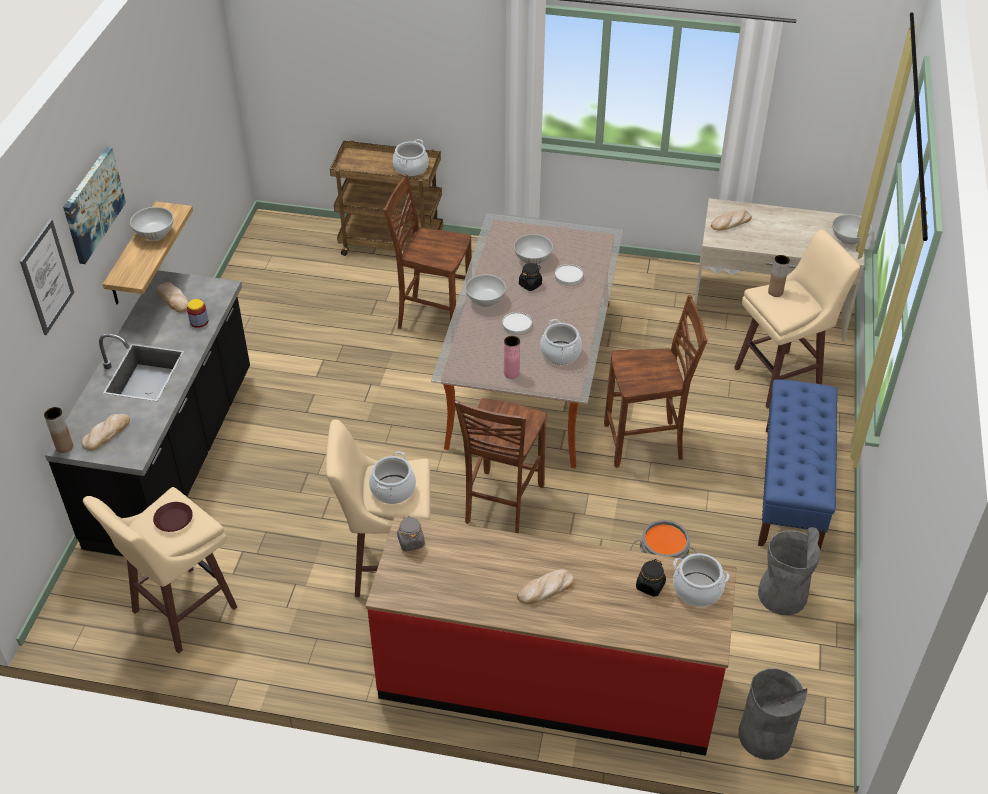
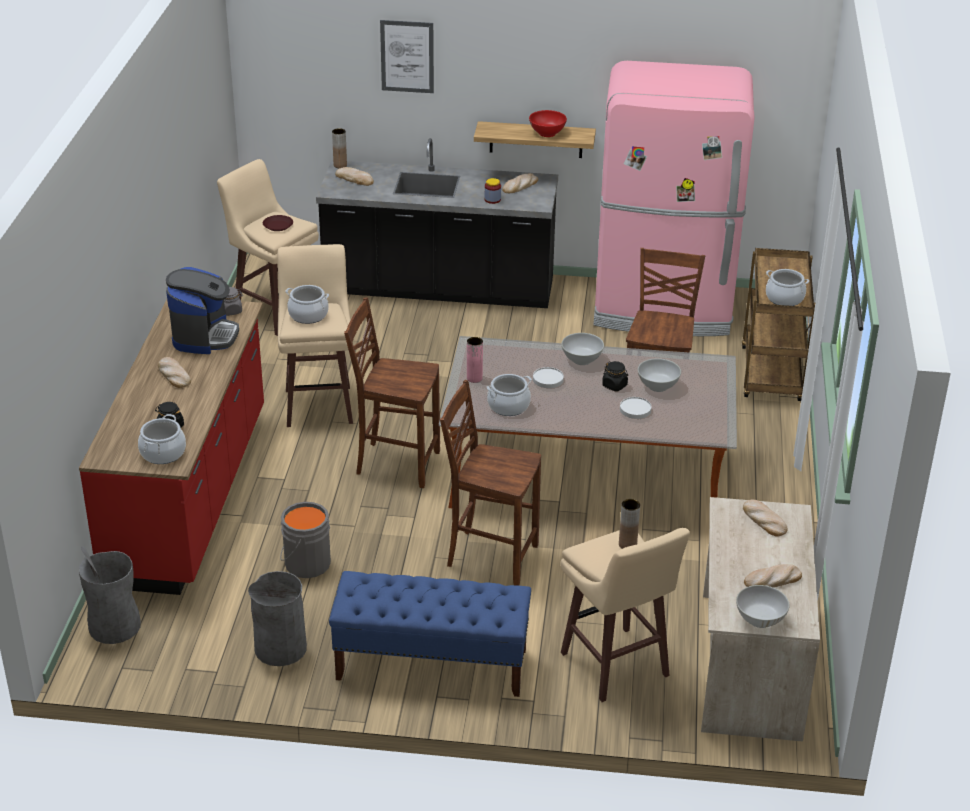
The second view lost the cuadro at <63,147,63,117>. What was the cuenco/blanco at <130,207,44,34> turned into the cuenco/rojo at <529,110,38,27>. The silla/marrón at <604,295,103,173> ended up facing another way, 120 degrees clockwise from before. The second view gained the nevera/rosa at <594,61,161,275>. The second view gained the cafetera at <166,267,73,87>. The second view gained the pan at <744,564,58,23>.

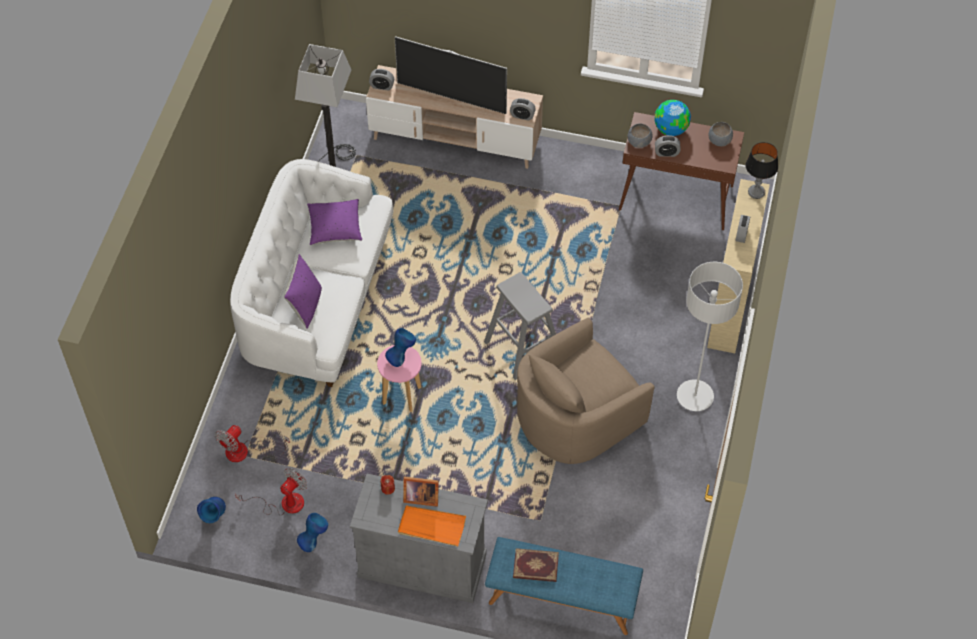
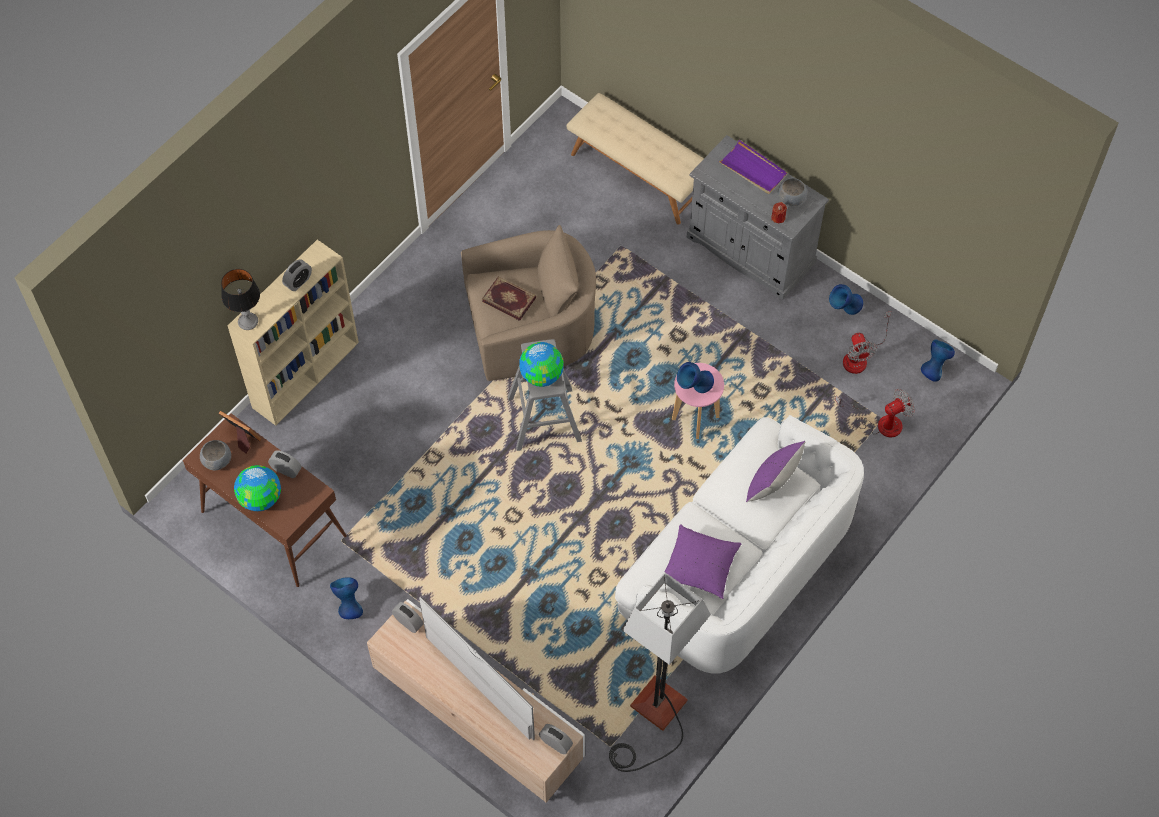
The cuenco/gris ended up elsewhere, having gone from <628,123,24,25> to <778,178,29,28>. The second view lost the lámpara de pie/gris at <677,262,66,149>. The ventilador at <235,468,72,48> ended up facing another way, 75 degrees counterclockwise from before. The portarretratos ended up elsewhere, having gone from <403,476,36,31> to <219,411,42,43>. What was the bandeja/naranja at <398,505,68,42> turned into the bandeja/morado at <719,139,68,55>. What was the banco/azul at <485,537,158,98> turned into the banco/beis at <567,93,137,132>. The libro ended up elsewhere, having gone from <513,548,46,34> to <482,277,54,44>. The second view gained the globo terráqueo at <519,342,45,45>. The second view gained the florero/azul at <330,577,33,42>.

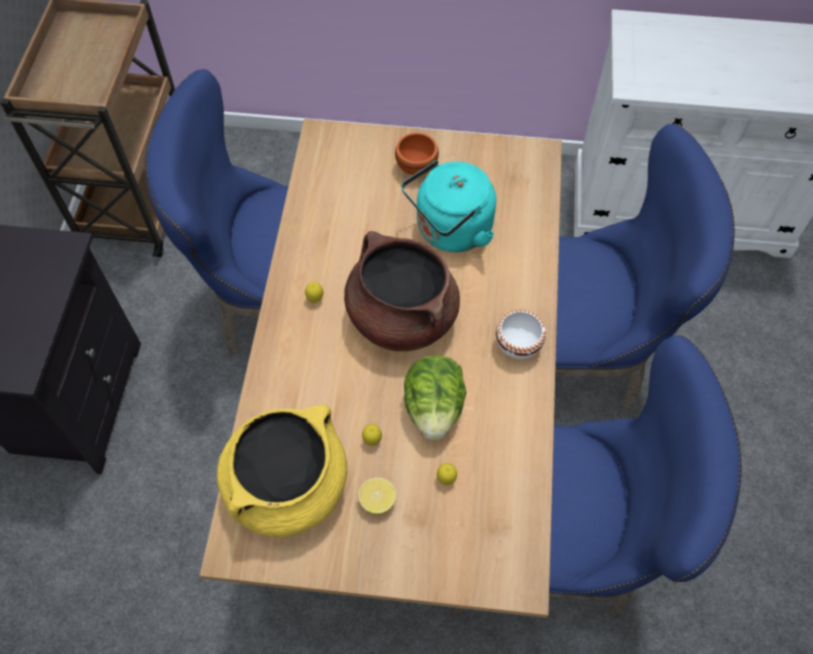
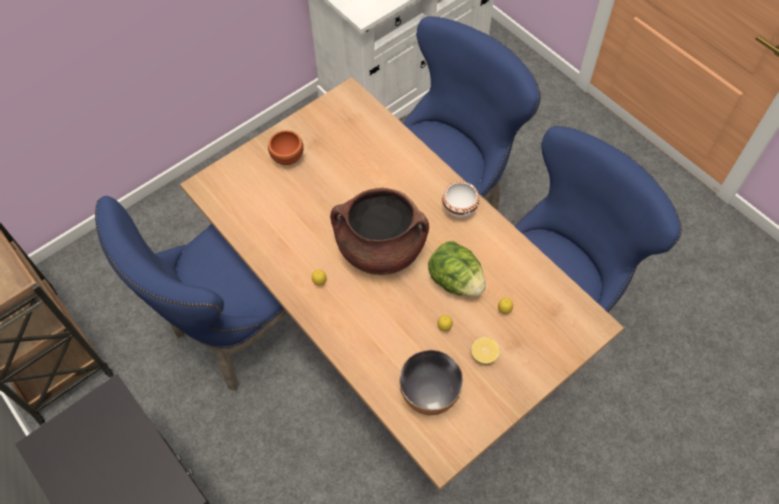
The second view lost the hervidor/turquesa at <401,160,95,92>. Where the olla/amarillo stood at <217,404,130,133>, the cuenco came to stand at <399,350,64,65>.

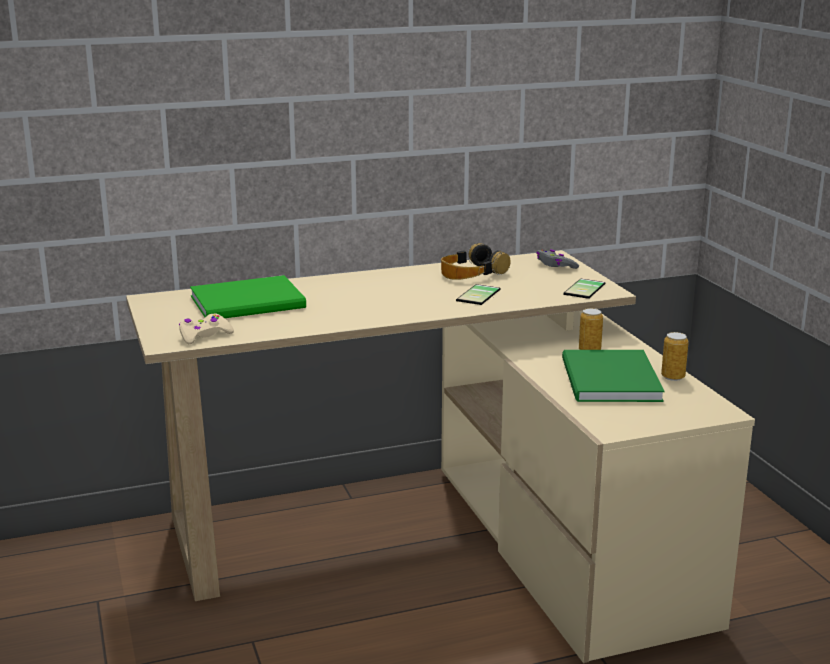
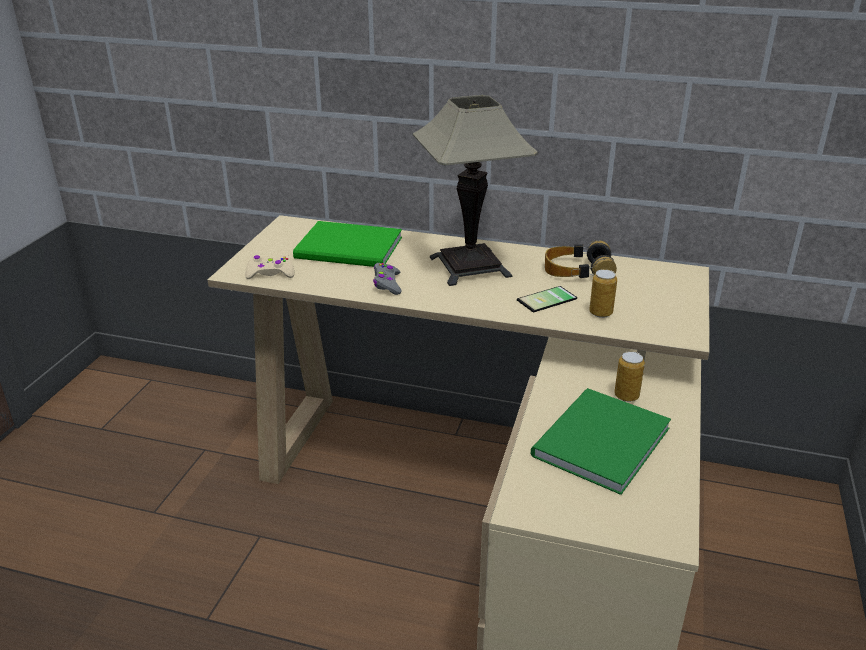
The mando de consola/gris ended up elsewhere, having gone from <536,250,43,19> to <373,263,28,32>. The second view lost the móvil at <563,278,42,21>. The lata ended up elsewhere, having gone from <661,332,28,49> to <589,269,28,49>. The second view gained the lámpara de mesa at <412,95,126,191>.

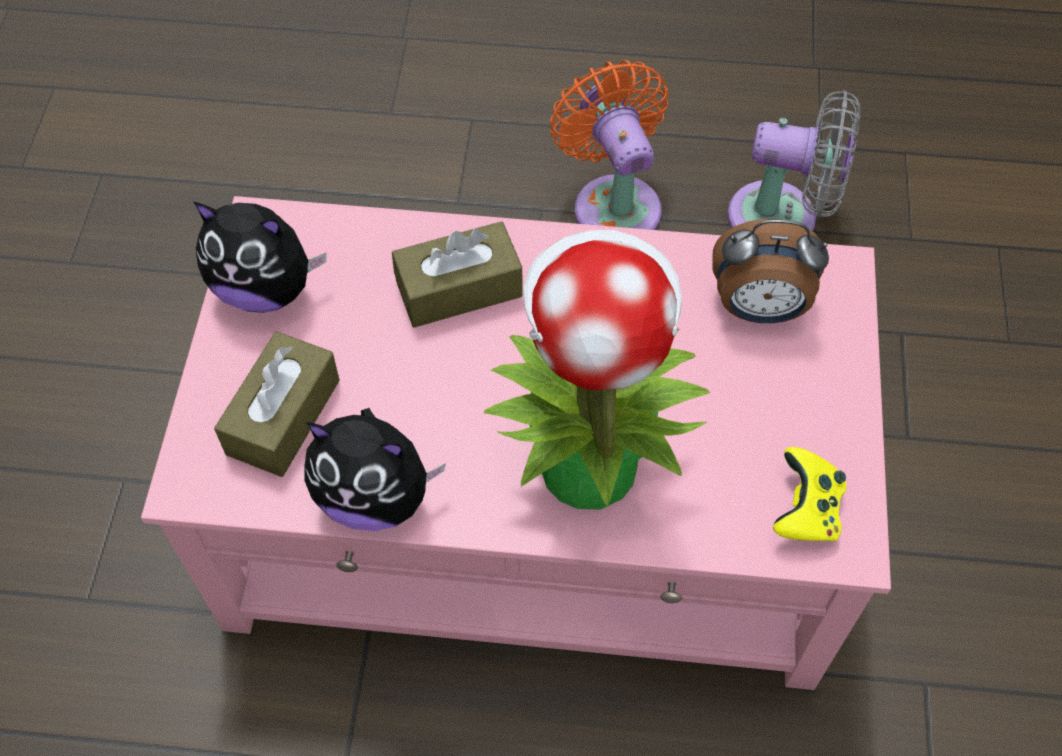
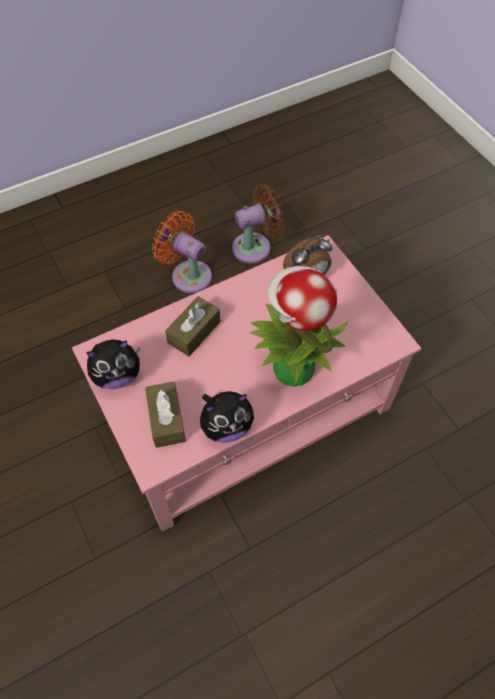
What was the ventilador/gris at <728,90,132,141> turned into the ventilador/marrón at <232,184,52,80>. The second view lost the mando de consola/amarillo at <773,447,73,94>.

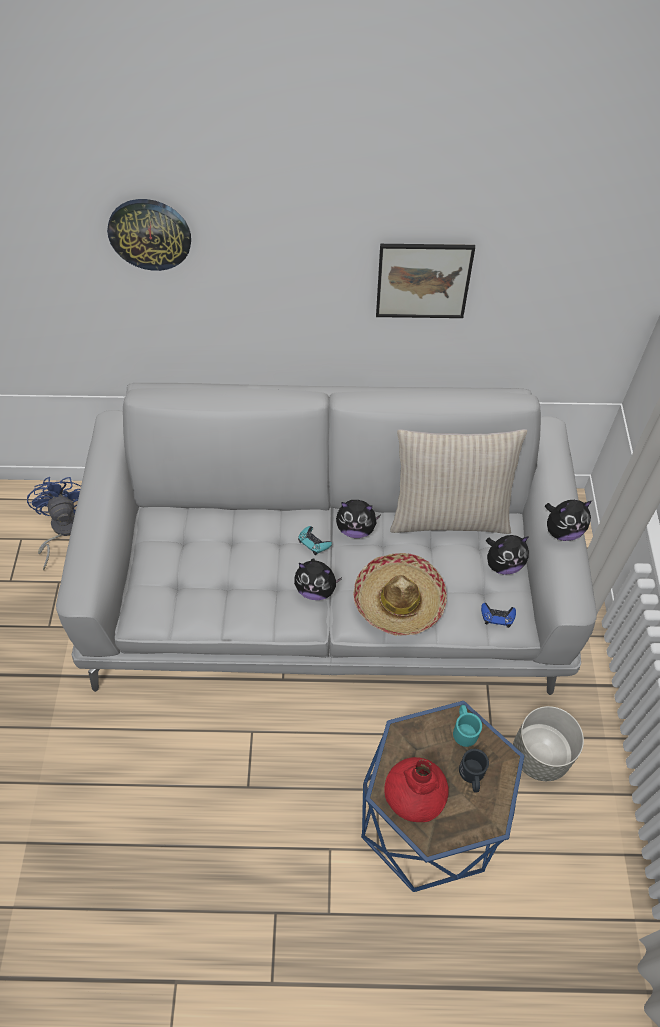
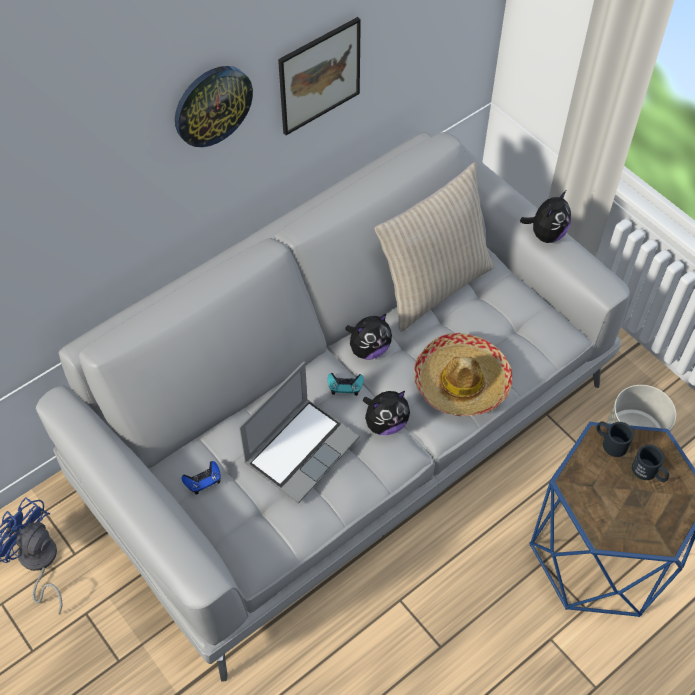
The reloj de pared ended up elsewhere, having gone from <107,199,84,72> to <175,66,78,81>. The second view lost the peluche at <486,535,43,40>. The mando de consola/azul ended up elsewhere, having gone from <481,603,35,25> to <181,461,40,33>. What was the taza grande/turquesa at <453,705,29,42> turned into the taza grande/negro at <596,421,38,36>. The second view lost the florero/rojo at <384,757,65,65>. The second view gained the portátil at <239,362,120,142>.

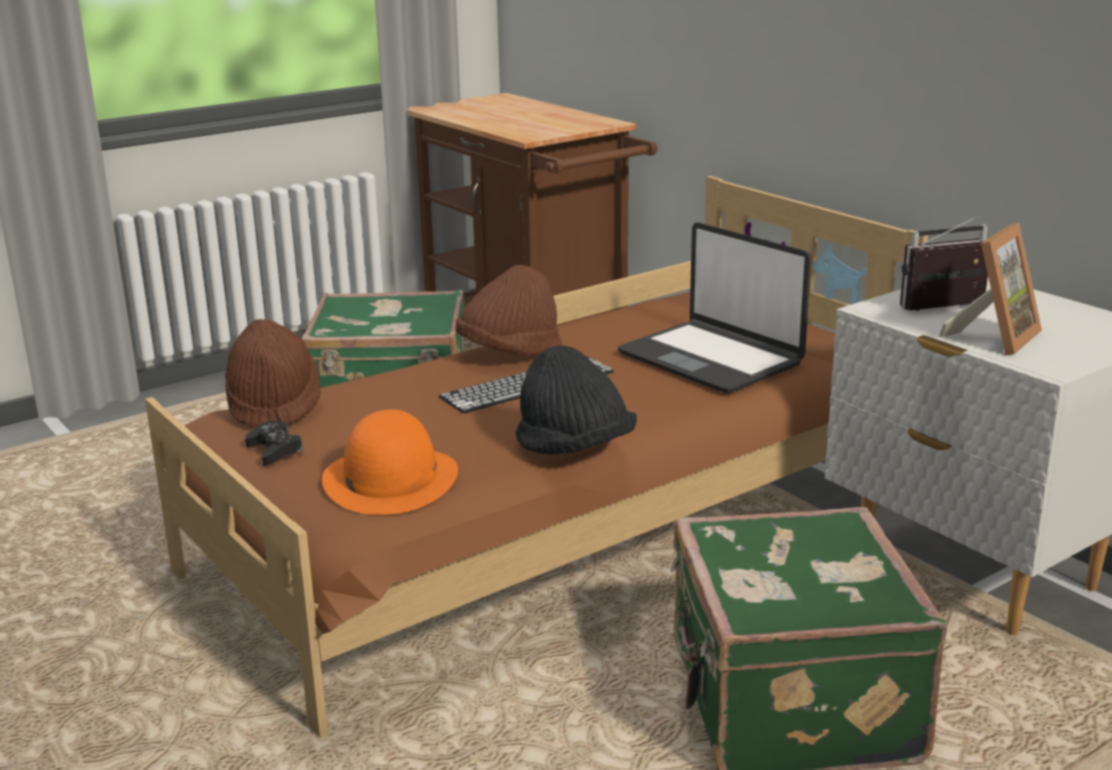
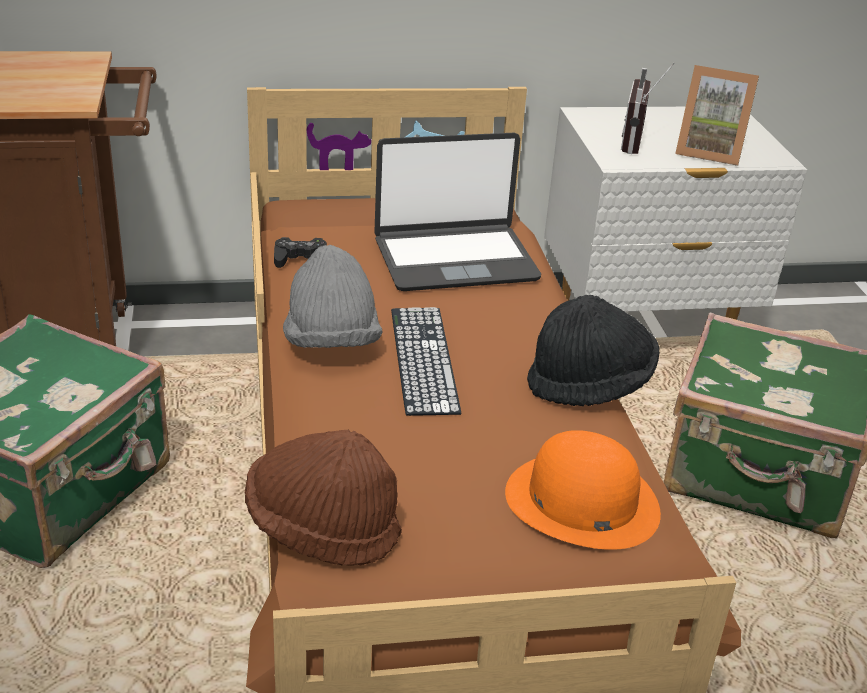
The portarretratos at <939,223,103,132> ended up facing another way, 135 degrees clockwise from before. What was the sombrero/marrón at <456,265,106,90> turned into the sombrero/gris at <283,245,100,103>. The mando de consola/negro ended up elsewhere, having gone from <245,421,59,45> to <274,237,53,31>.

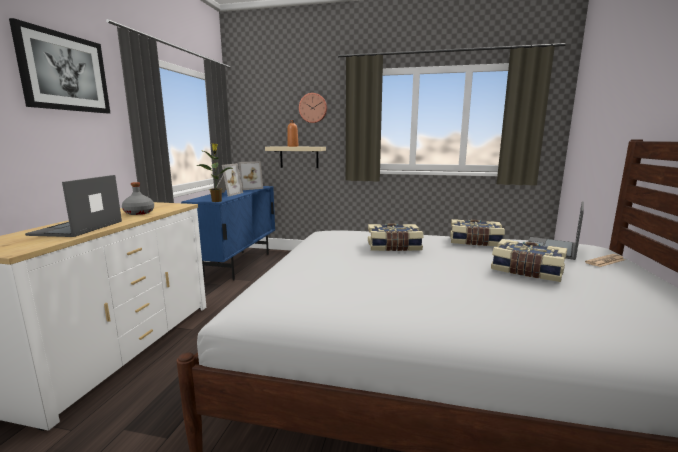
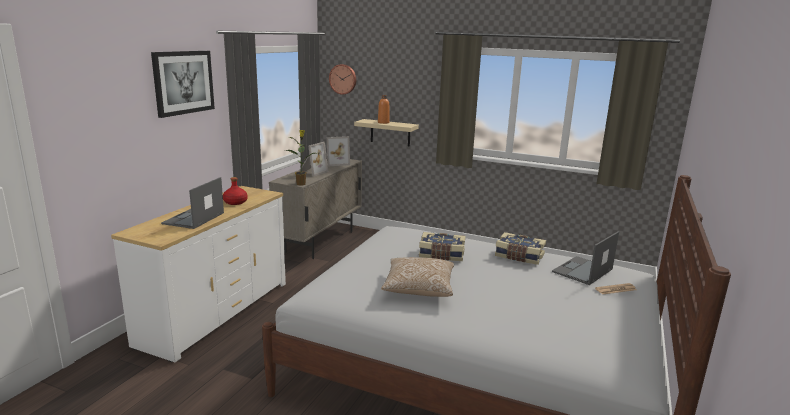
The reloj de pared ended up elsewhere, having gone from <299,93,28,30> to <329,64,27,31>. What was the botella/gris at <122,182,32,33> turned into the botella/rojo at <223,177,25,28>. What was the armario/azul at <181,186,94,95> turned into the armario/beis at <269,159,93,100>. The second view lost the libro at <491,239,76,43>. The second view gained the cojín at <381,257,73,40>.

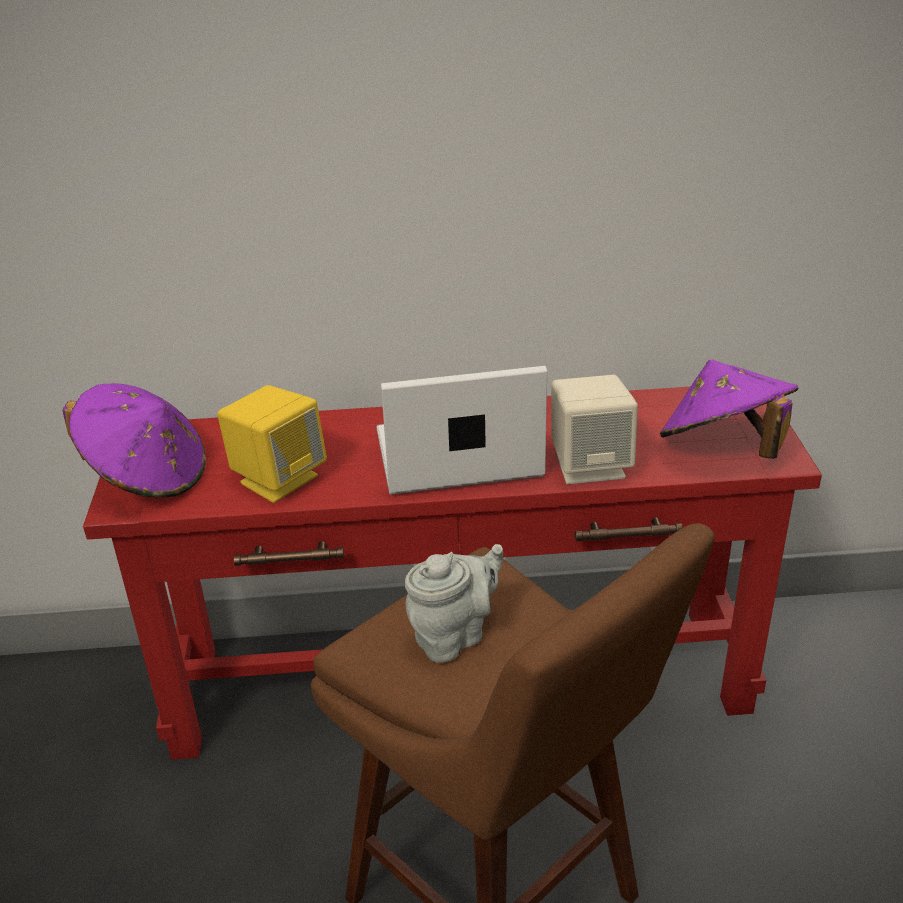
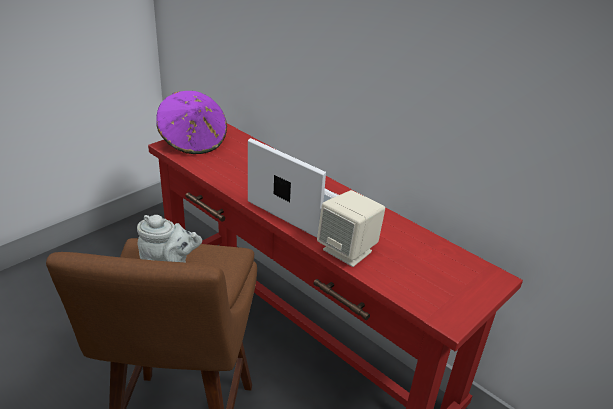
The second view lost the sombrero/morado at <660,359,139,100>. The second view lost the altavoz/amarillo at <217,385,110,118>.

